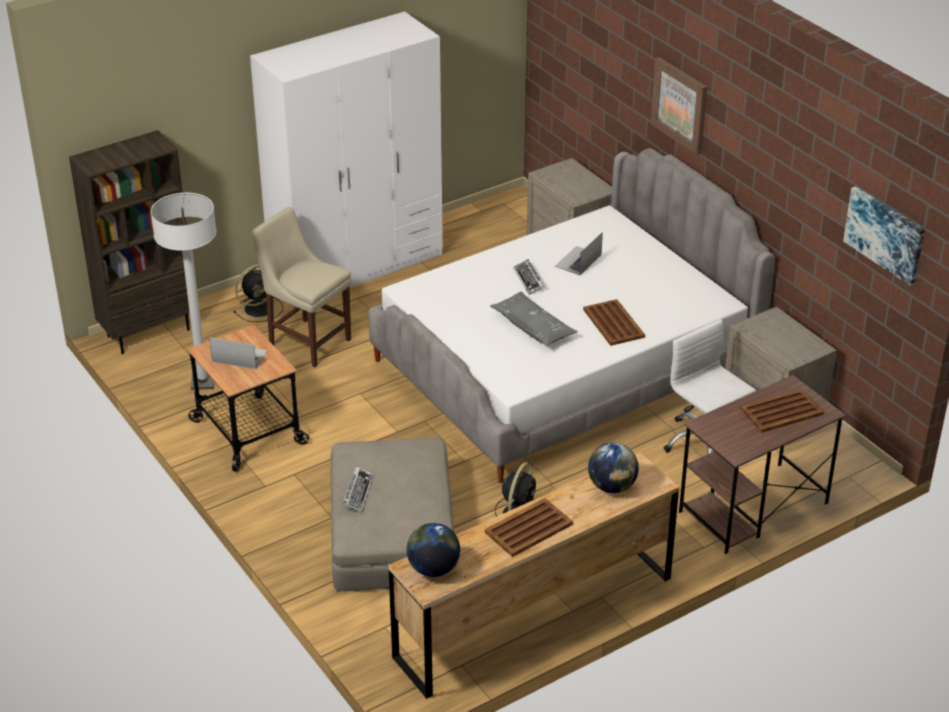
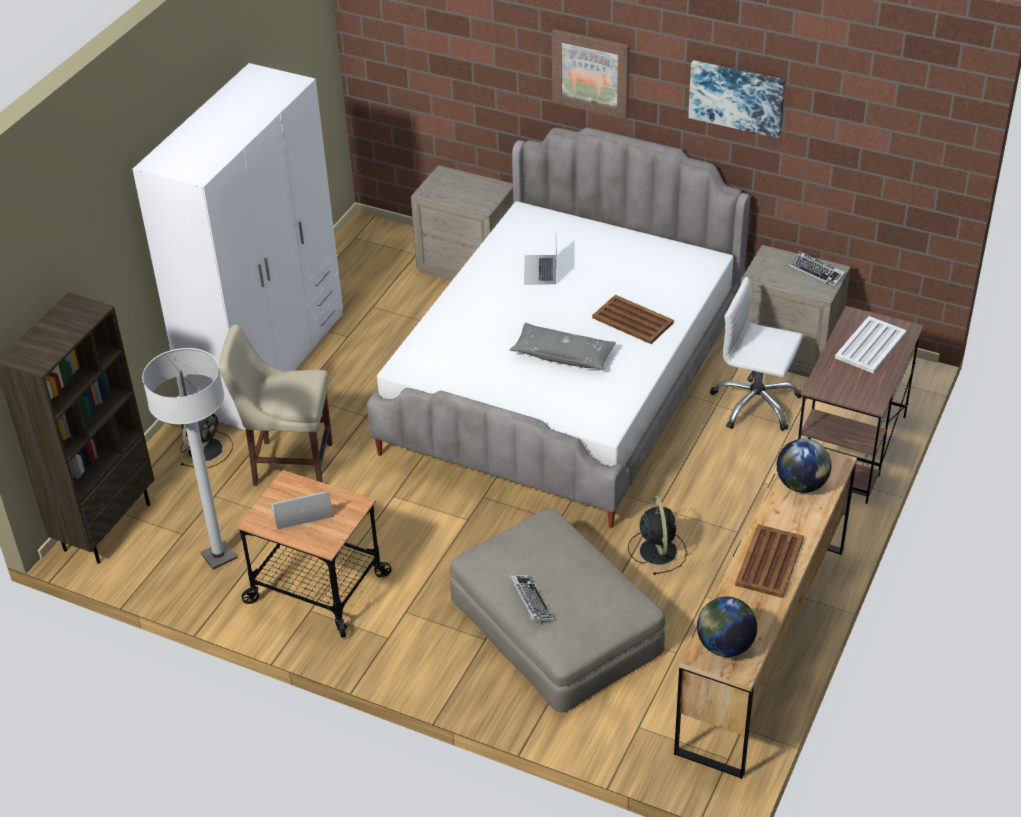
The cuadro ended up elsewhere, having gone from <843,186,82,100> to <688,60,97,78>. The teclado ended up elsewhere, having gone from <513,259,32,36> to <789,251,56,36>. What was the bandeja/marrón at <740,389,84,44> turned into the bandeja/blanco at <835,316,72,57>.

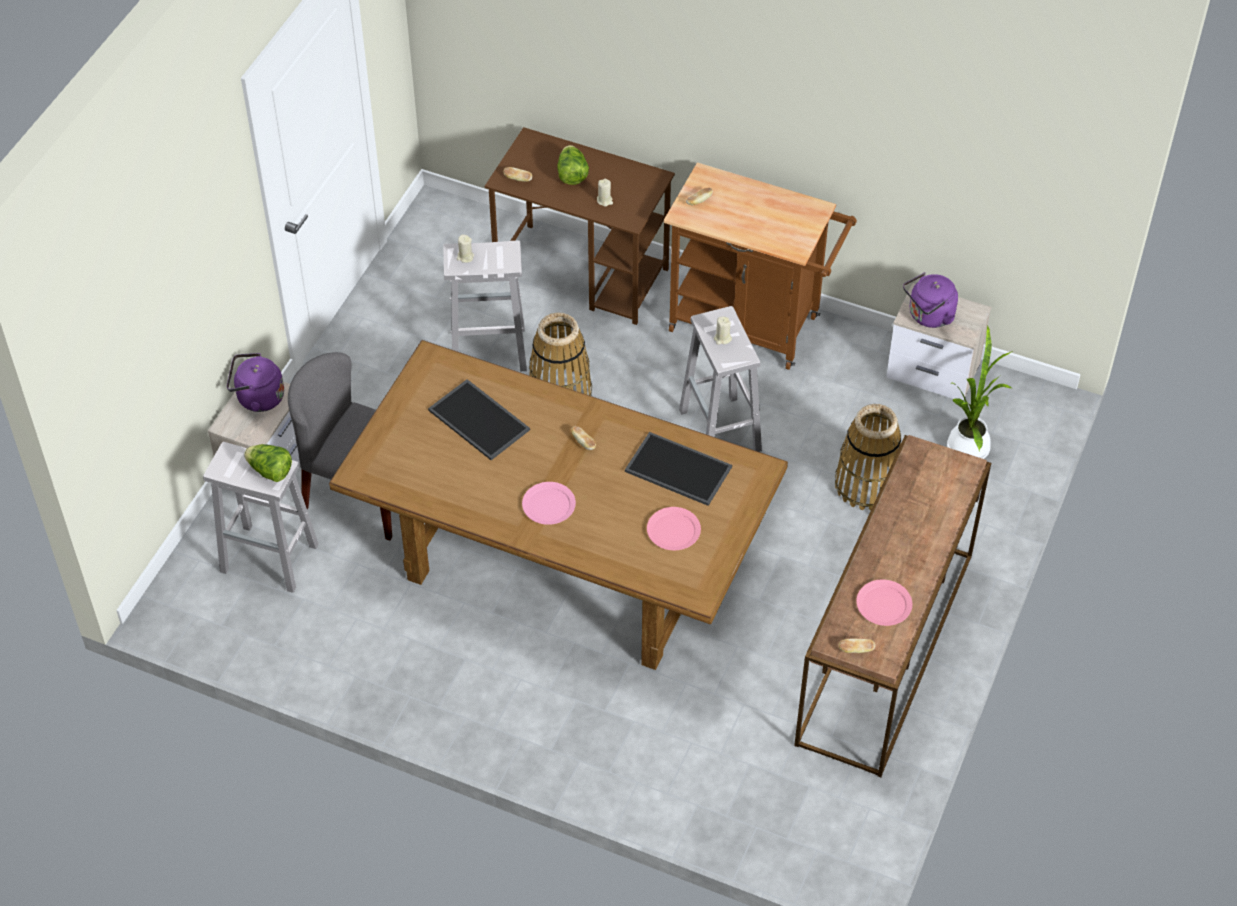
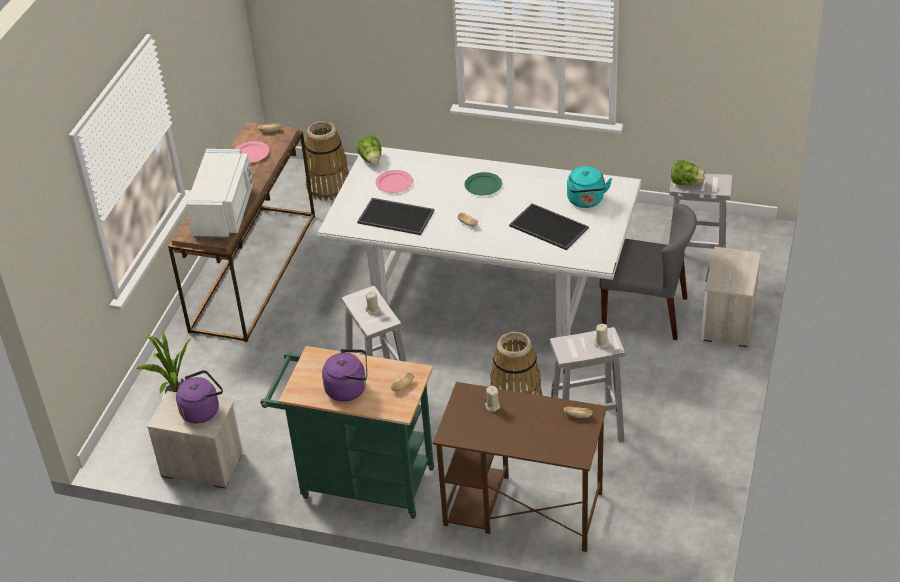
The lechuga ended up elsewhere, having gone from <557,145,32,40> to <357,135,25,30>. What was the carrito/marrón at <663,162,194,208> turned into the carrito/verde at <261,346,173,173>. What was the mesa de comedor/marrón at <329,340,459,330> turned into the mesa de comedor/blanco at <317,147,324,190>. The hervidor/morado ended up elsewhere, having gone from <227,353,57,59> to <322,349,45,53>. The cesta ended up elsewhere, having gone from <835,404,66,107> to <305,121,44,80>. What was the plato/rosa at <522,482,54,43> turned into the plato/verde at <465,172,37,23>. The second view gained the microondas/blanco at <186,149,67,89>. The second view gained the hervidor/turquesa at <567,166,45,42>.

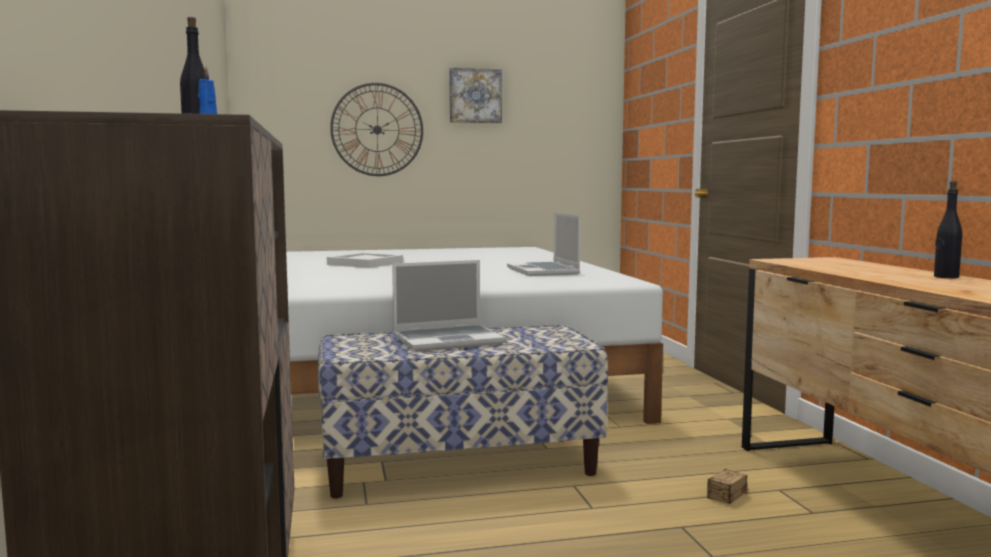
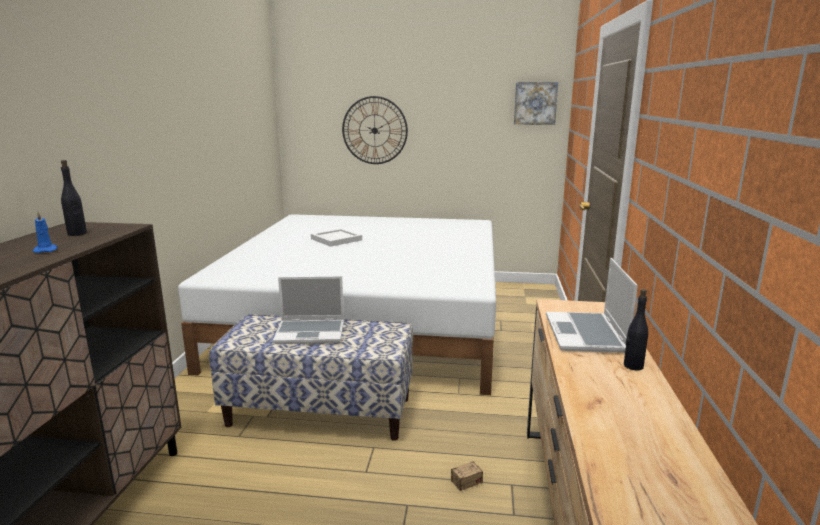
The cuadro ended up elsewhere, having gone from <449,68,53,55> to <514,82,44,43>. The portátil ended up elsewhere, having gone from <507,213,73,63> to <546,258,92,95>.

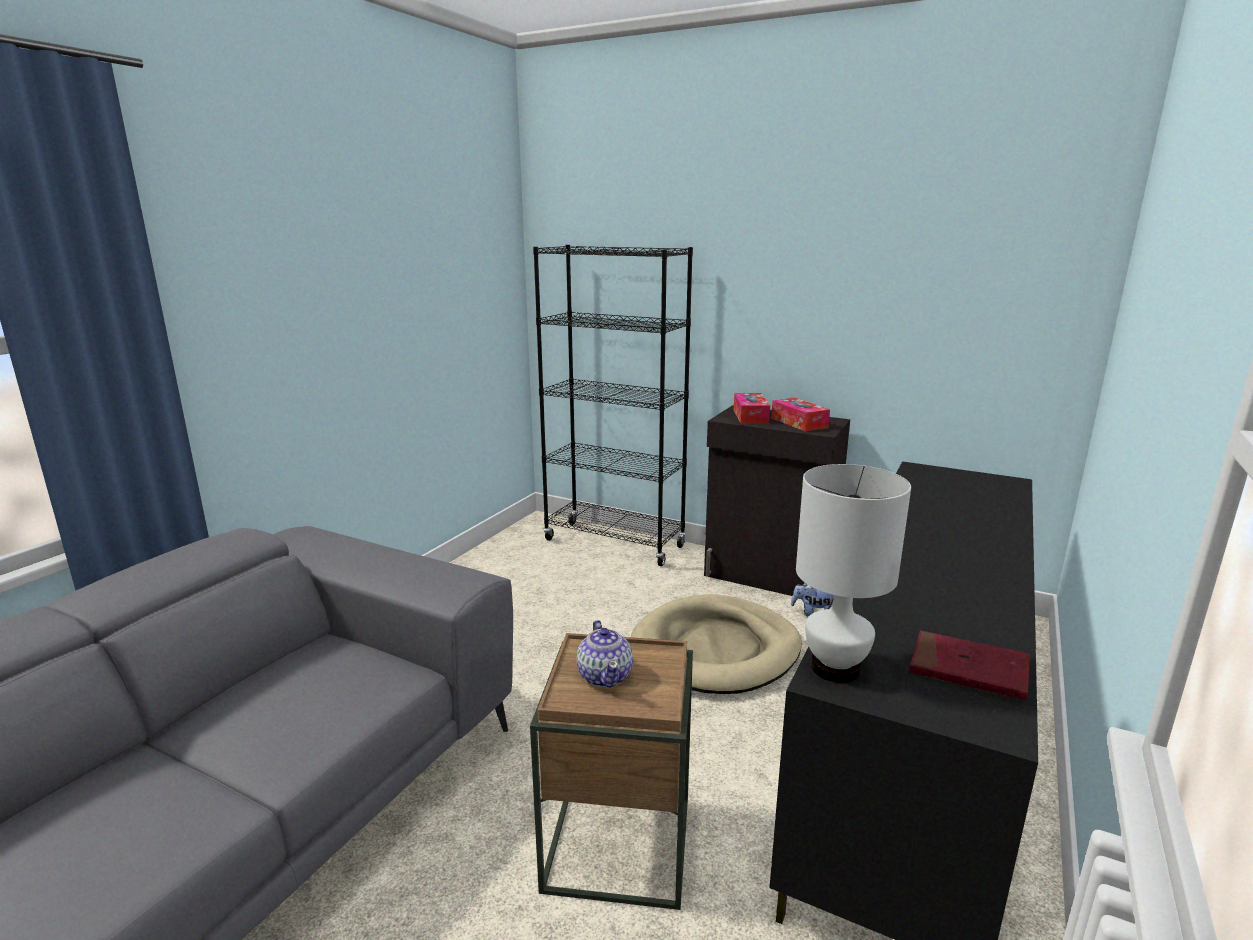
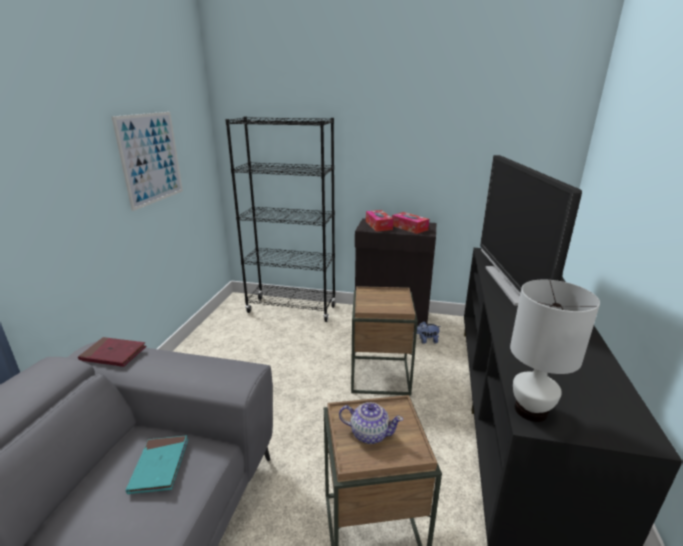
Where the cama para perro/beis stood at <631,594,171,100>, the mesa auxiliar/marrón came to stand at <351,286,67,110>. The tetera at <577,620,56,68> ended up facing another way, 45 degrees counterclockwise from before. The libro/rojo ended up elsewhere, having gone from <910,631,120,69> to <78,337,68,30>. The second view gained the cuadro at <112,112,71,99>. The second view gained the televisor at <480,155,102,151>. The second view gained the libro/turquesa at <126,435,62,59>.

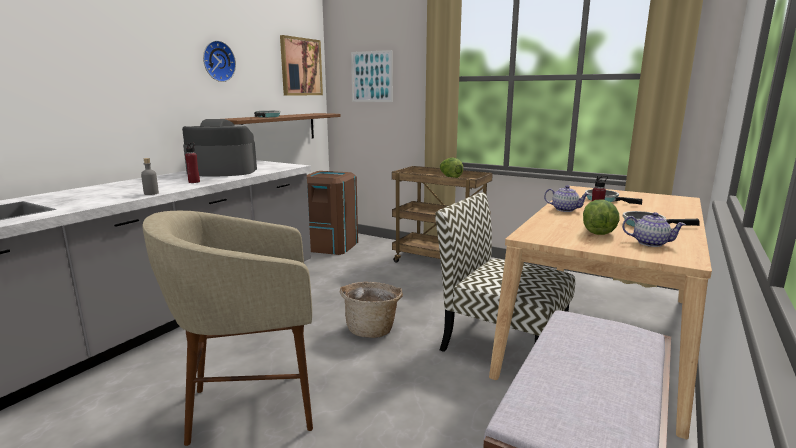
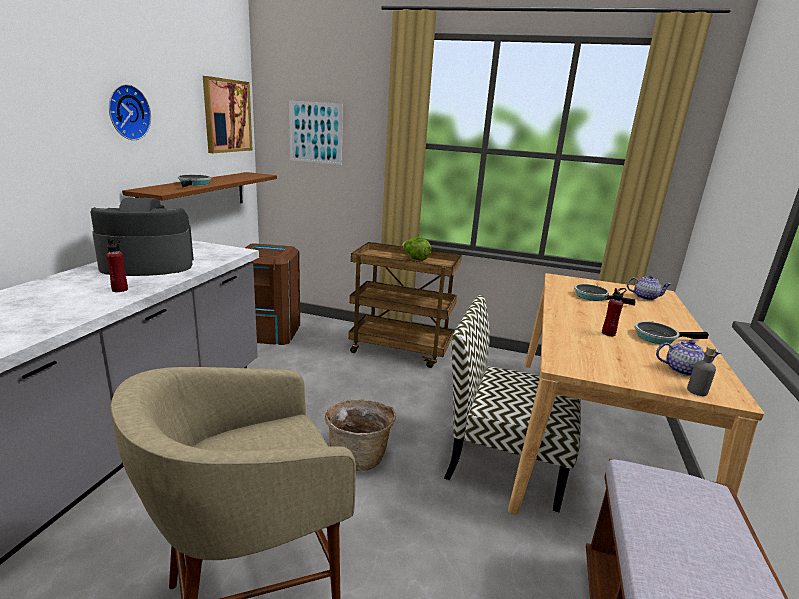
The botella/gris ended up elsewhere, having gone from <141,158,18,37> to <687,346,29,50>. The tetera ended up elsewhere, having gone from <544,185,45,27> to <627,275,45,25>. The second view lost the lechuga at <583,199,37,36>.

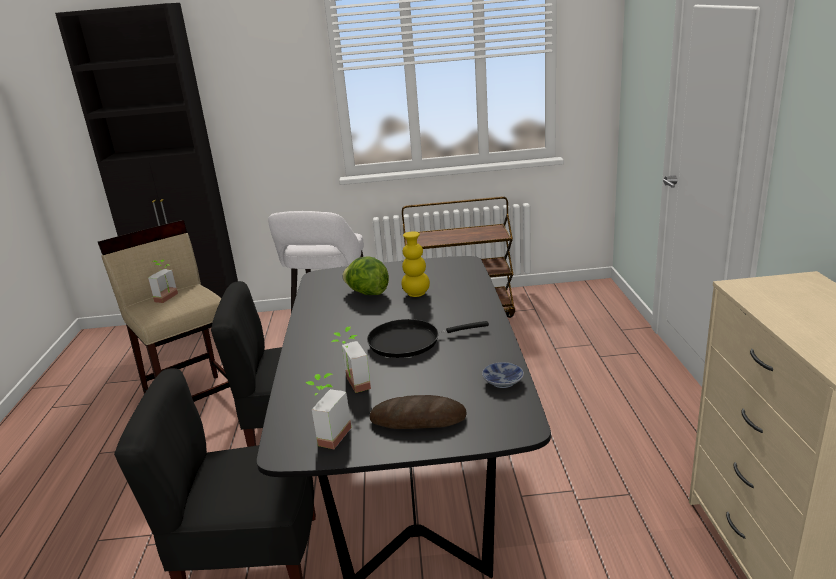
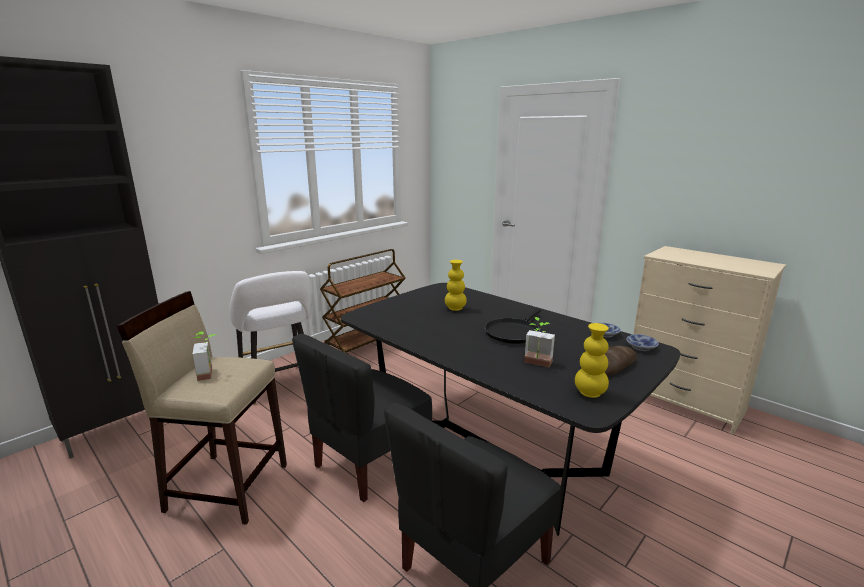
The second view lost the lechuga at <342,257,47,38>. Where the planta en maceta stood at <305,373,46,76>, the florero/amarillo came to stand at <575,323,34,75>. The second view gained the cuenco at <626,334,33,17>.

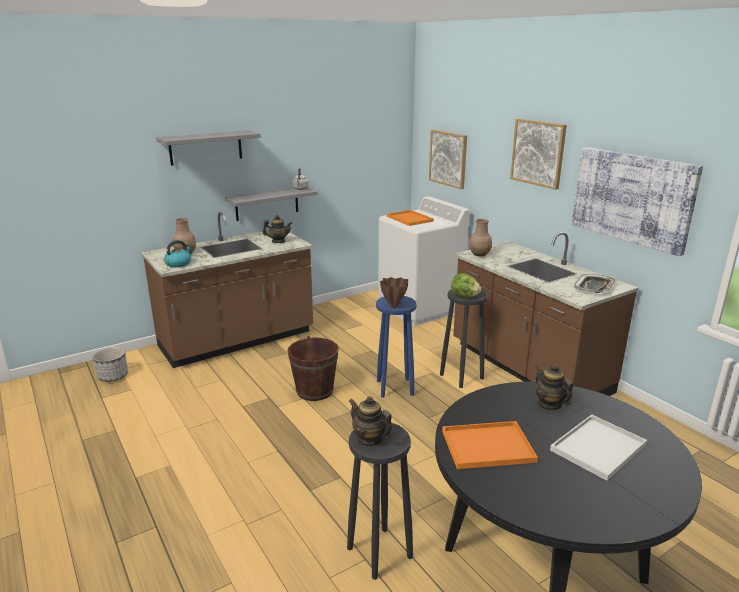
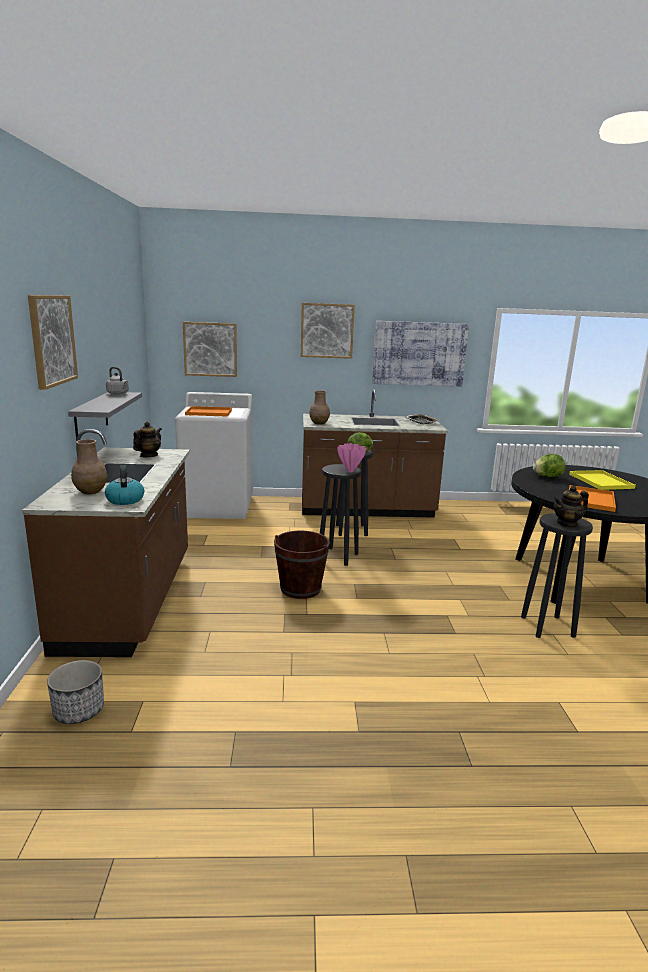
Where the estante/gris hung at <156,130,105,36>, the cuadro came to hang at <28,295,50,95>. What was the florero/marrón at <380,277,28,31> turned into the florero/rosa at <337,443,29,29>. What was the taburete/azul at <376,296,41,102> turned into the taburete/negro at <320,464,41,102>. Where the tetera stood at <535,364,38,47>, the lechuga came to stand at <533,454,32,23>. What was the bandeja/blanco at <550,415,97,66> turned into the bandeja/amarillo at <569,470,67,20>.

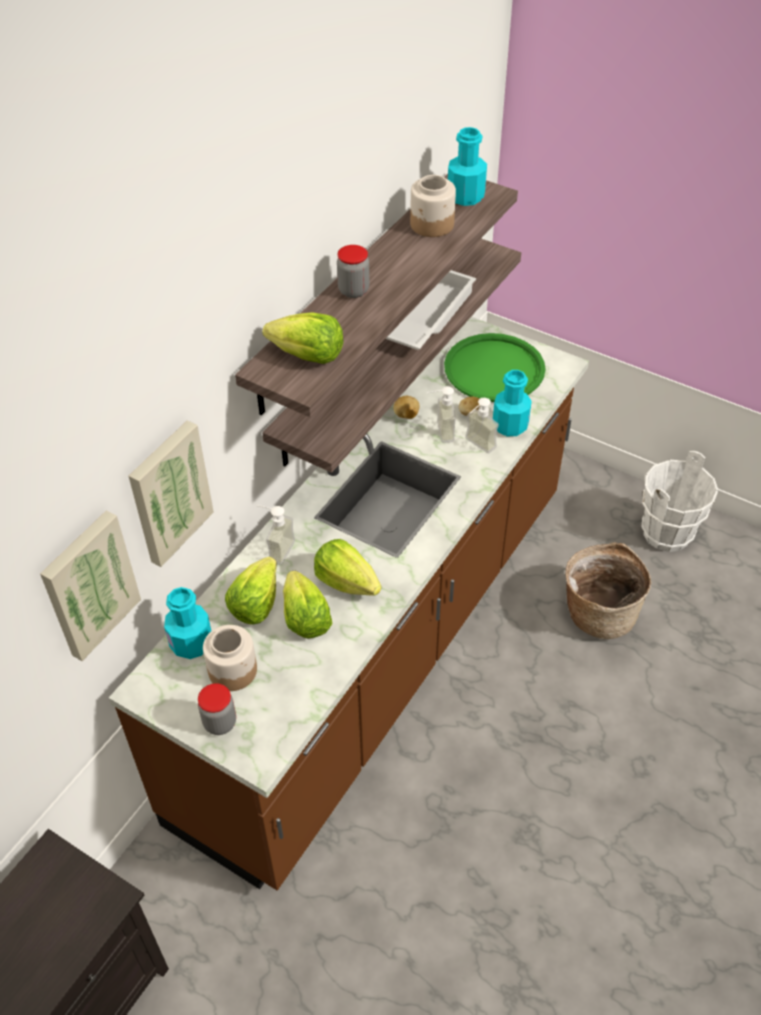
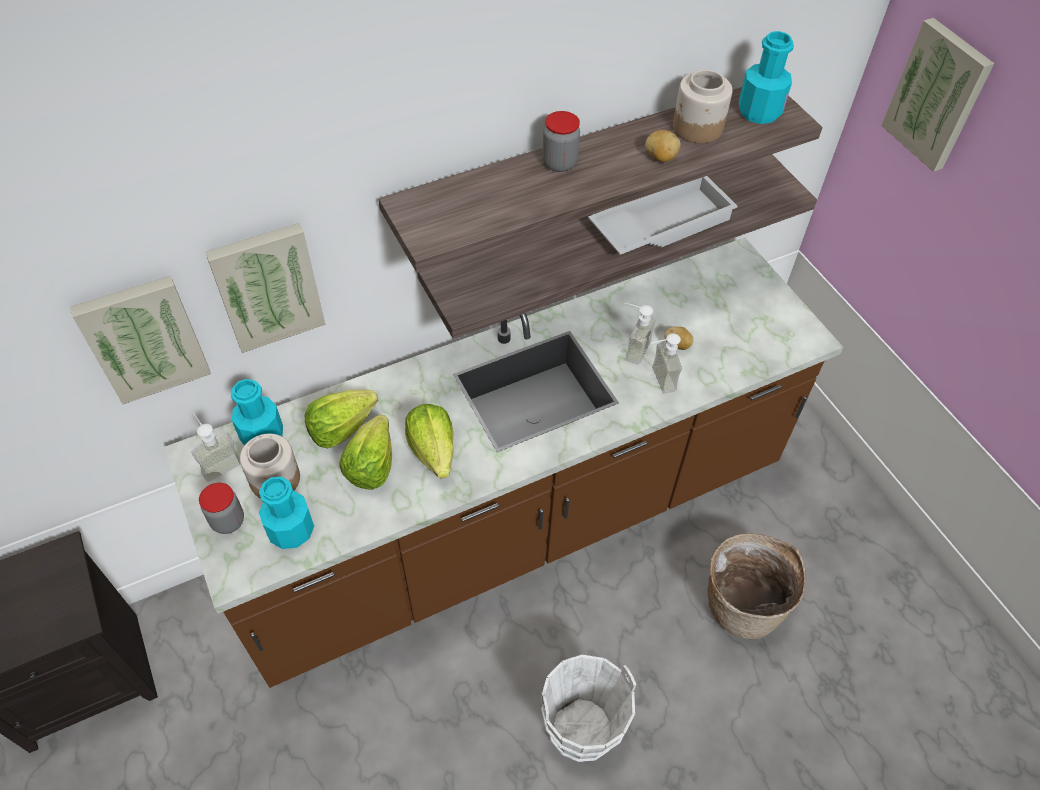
The second view lost the lechuga at <262,312,82,52>. The second view lost the bandeja/verde at <444,333,102,69>. The botella/turquesa ended up elsewhere, having gone from <493,370,39,66> to <259,477,55,72>. The patata ended up elsewhere, having gone from <393,396,26,23> to <645,130,36,32>. The cubo/blanco ended up elsewhere, having gone from <642,451,76,101> to <541,655,95,107>. The dispensador de jabón ended up elsewhere, having gone from <256,505,39,60> to <191,413,50,69>. The second view gained the cuadro at <881,18,113,154>.

